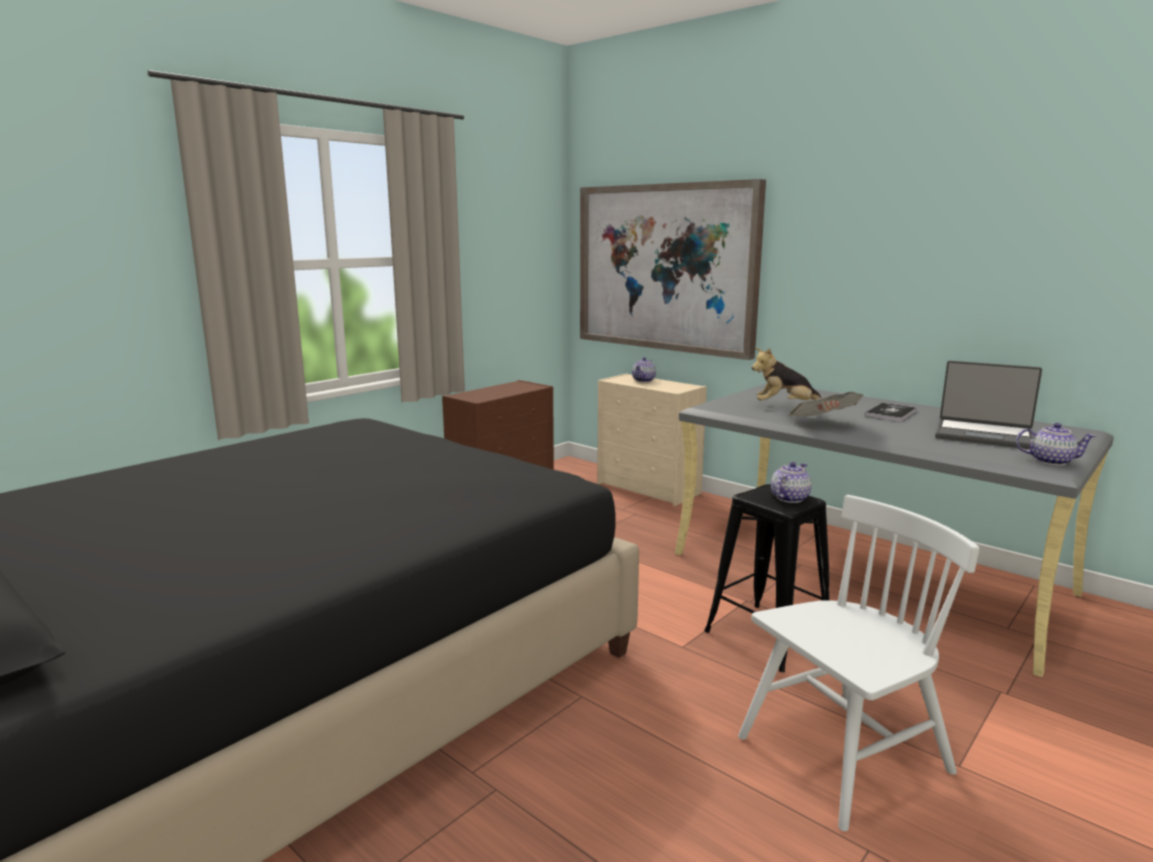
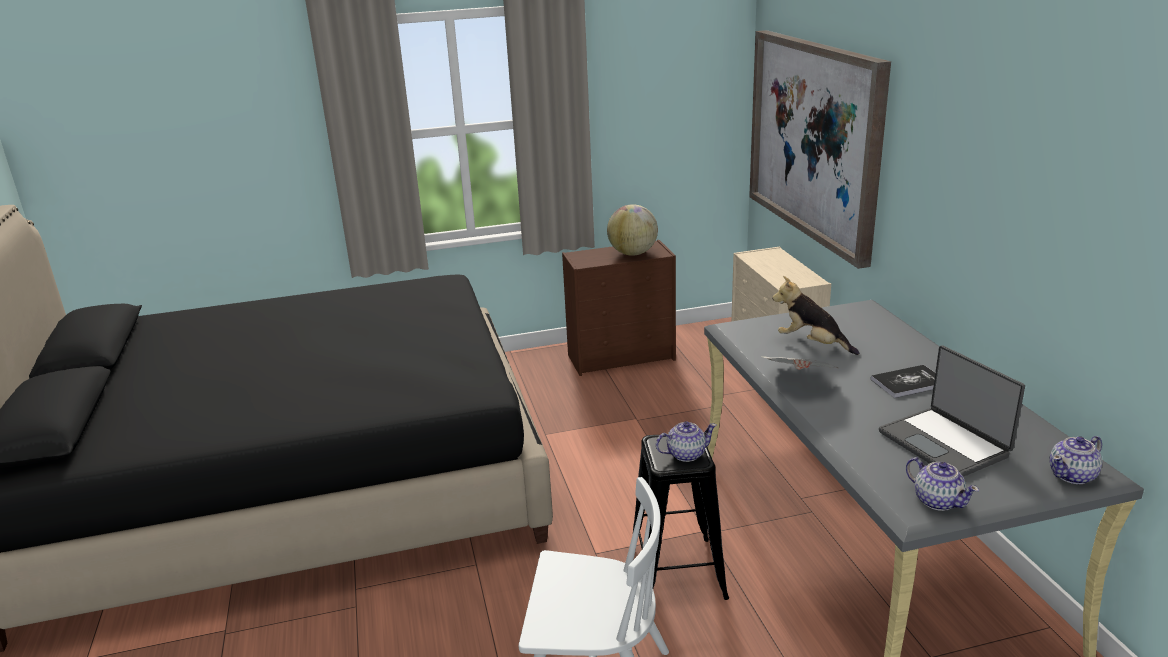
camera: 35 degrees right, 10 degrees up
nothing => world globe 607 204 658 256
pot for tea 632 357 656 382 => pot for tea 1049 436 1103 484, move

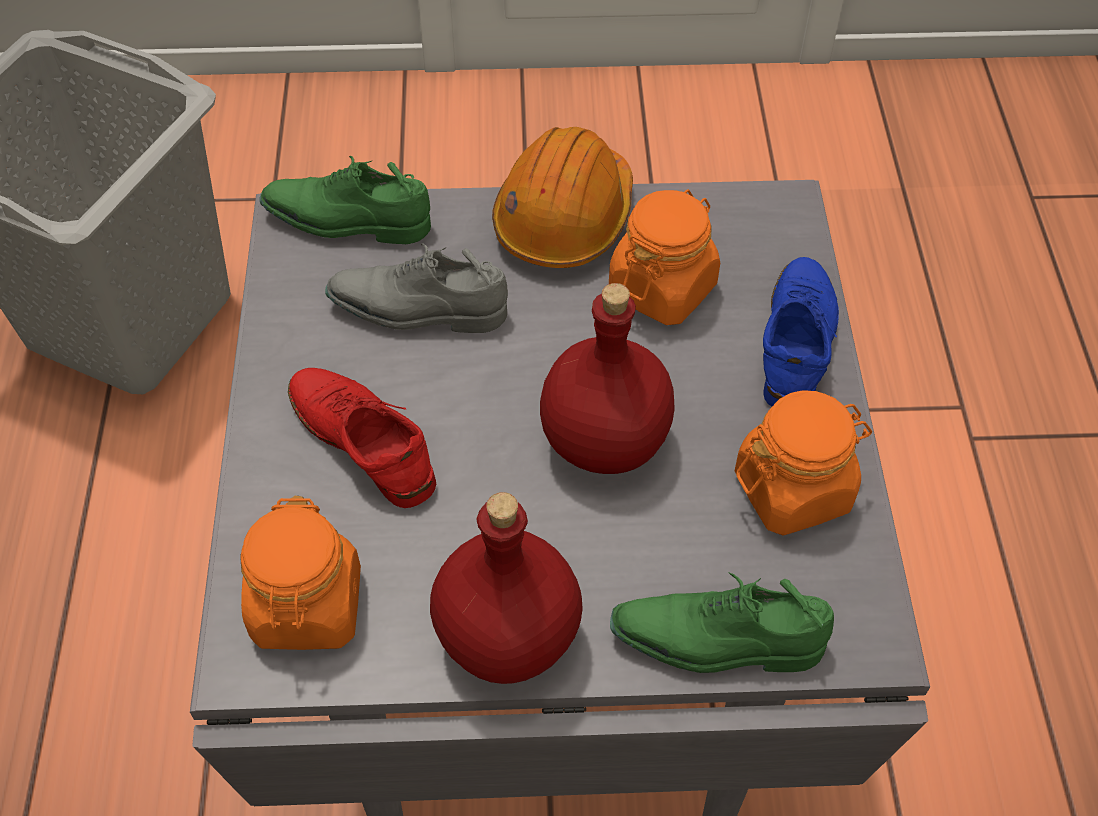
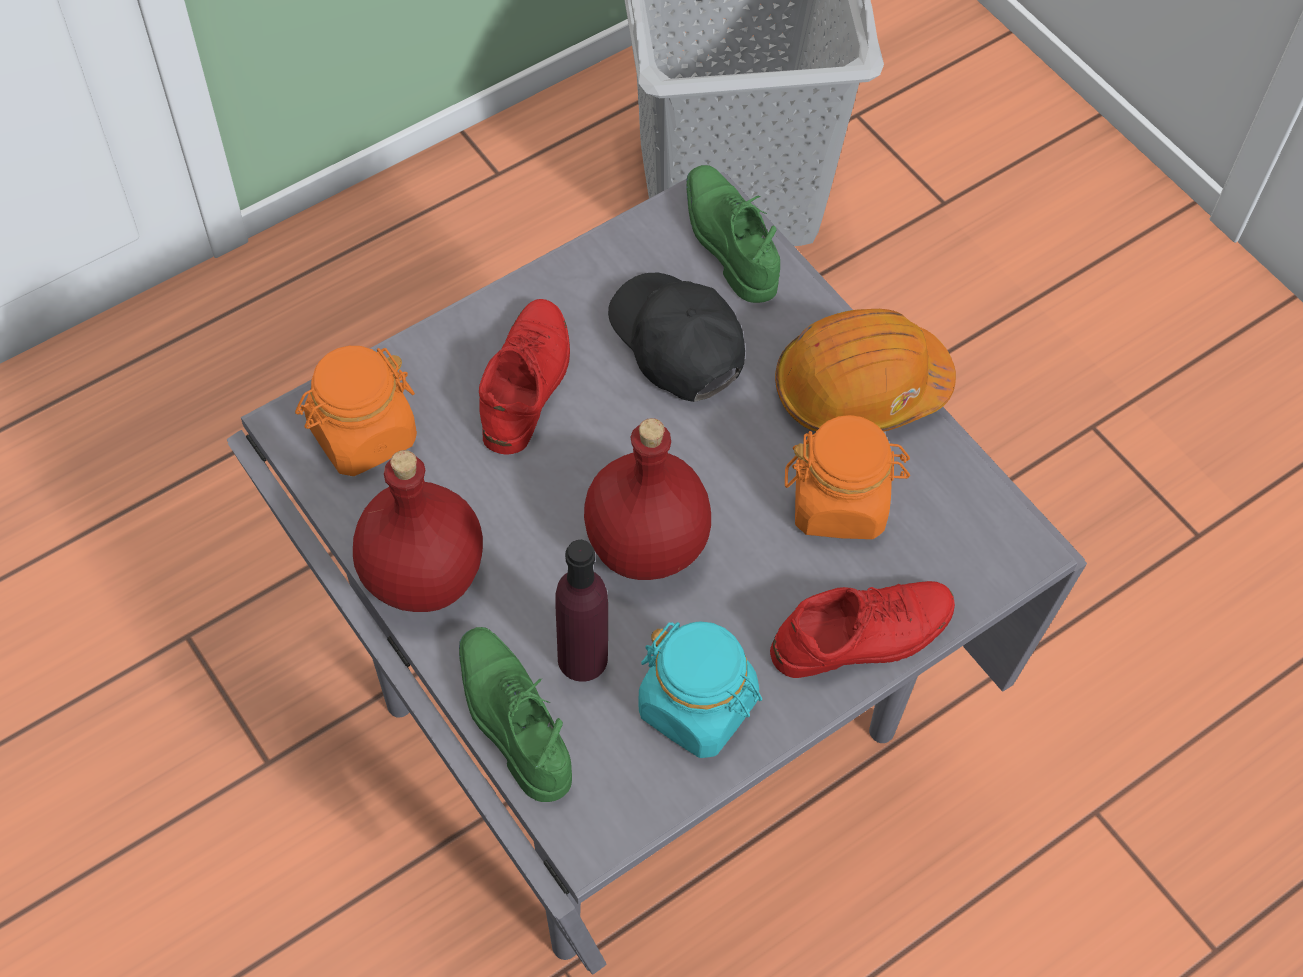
camera: 55 degrees right, 5 degrees up
nothing => purple beverage bottle 555 540 608 682
gray low shoe 325 243 508 333 => black-coloured peaked cap 608 273 745 402
orange preserve jar 735 390 872 535 => blue-green preserve jar 638 621 762 758
blue low shoe 763 257 839 406 => red-coloured low shoe 770 581 955 678

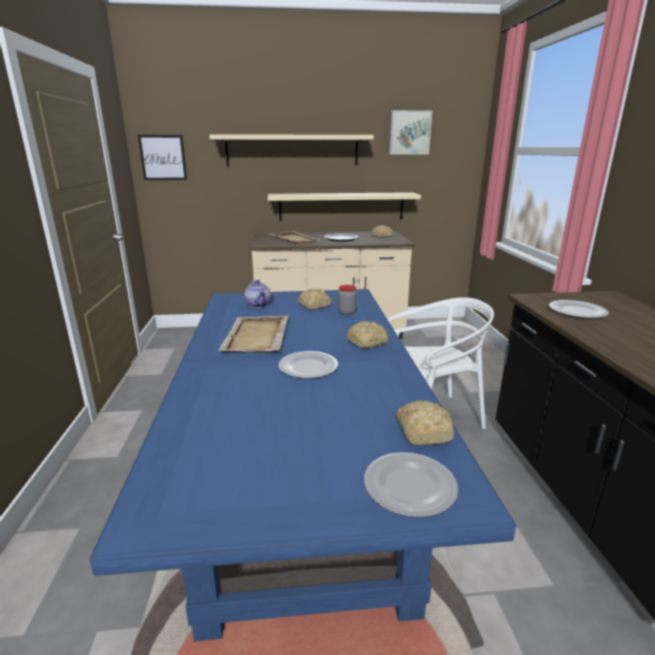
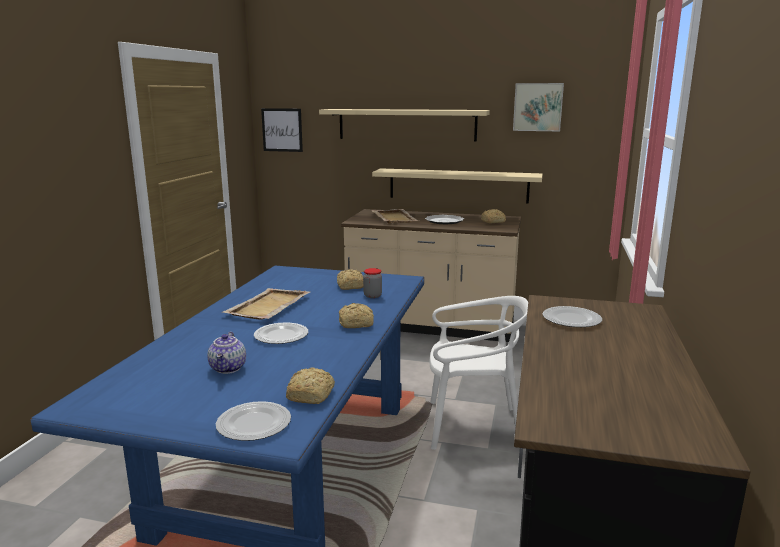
camera: 20 degrees right, 5 degrees down
pot for tea 244 280 271 308 => pot for tea 207 332 246 374, move

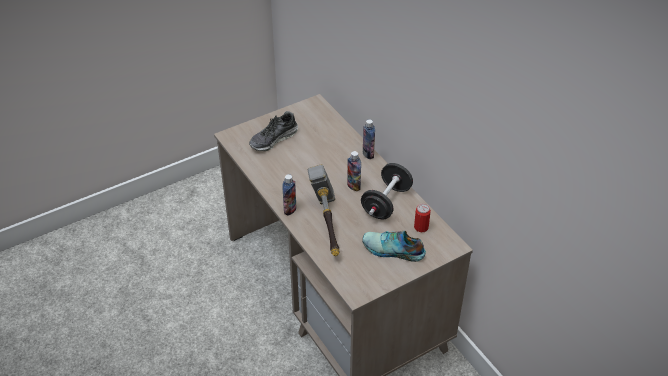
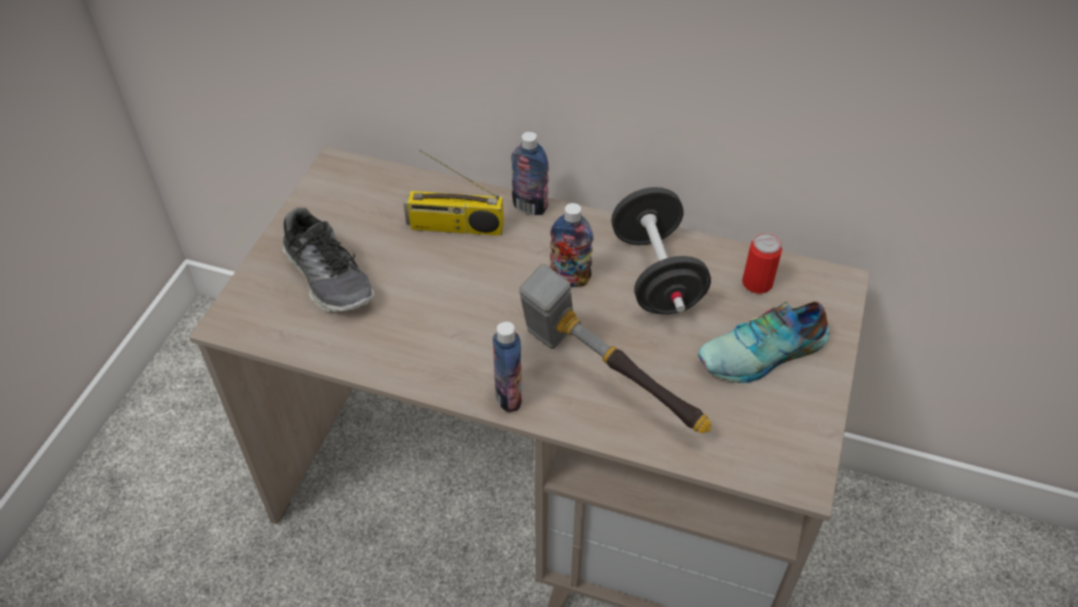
camera: 40 degrees left, 5 degrees up
nothing => radio receiver 403 150 504 236
low shoe 249 111 298 151 => low shoe 283 207 374 312, 45 degrees counterclockwise

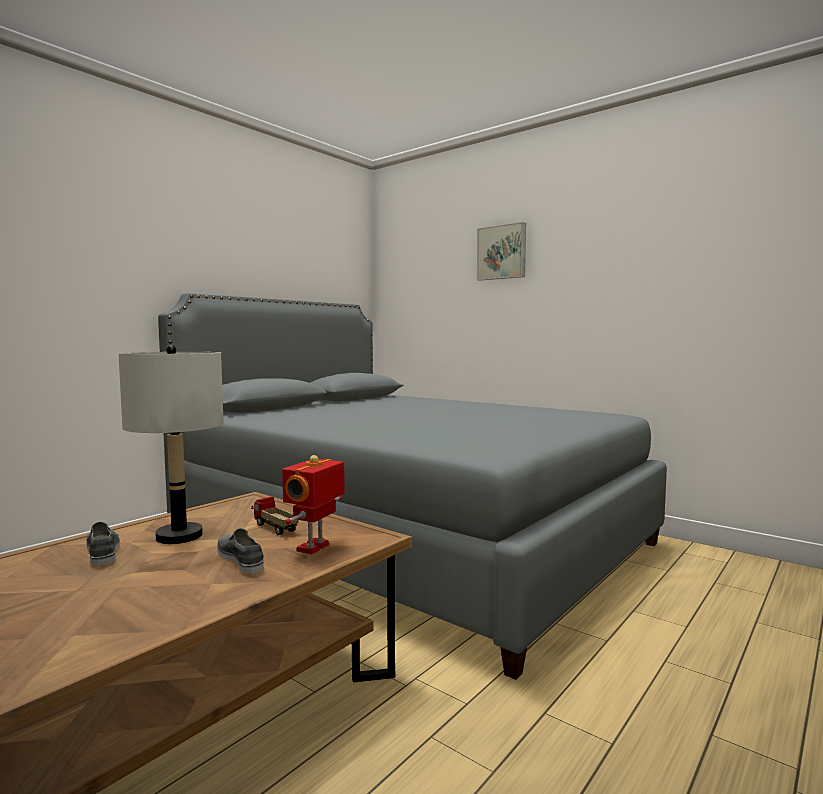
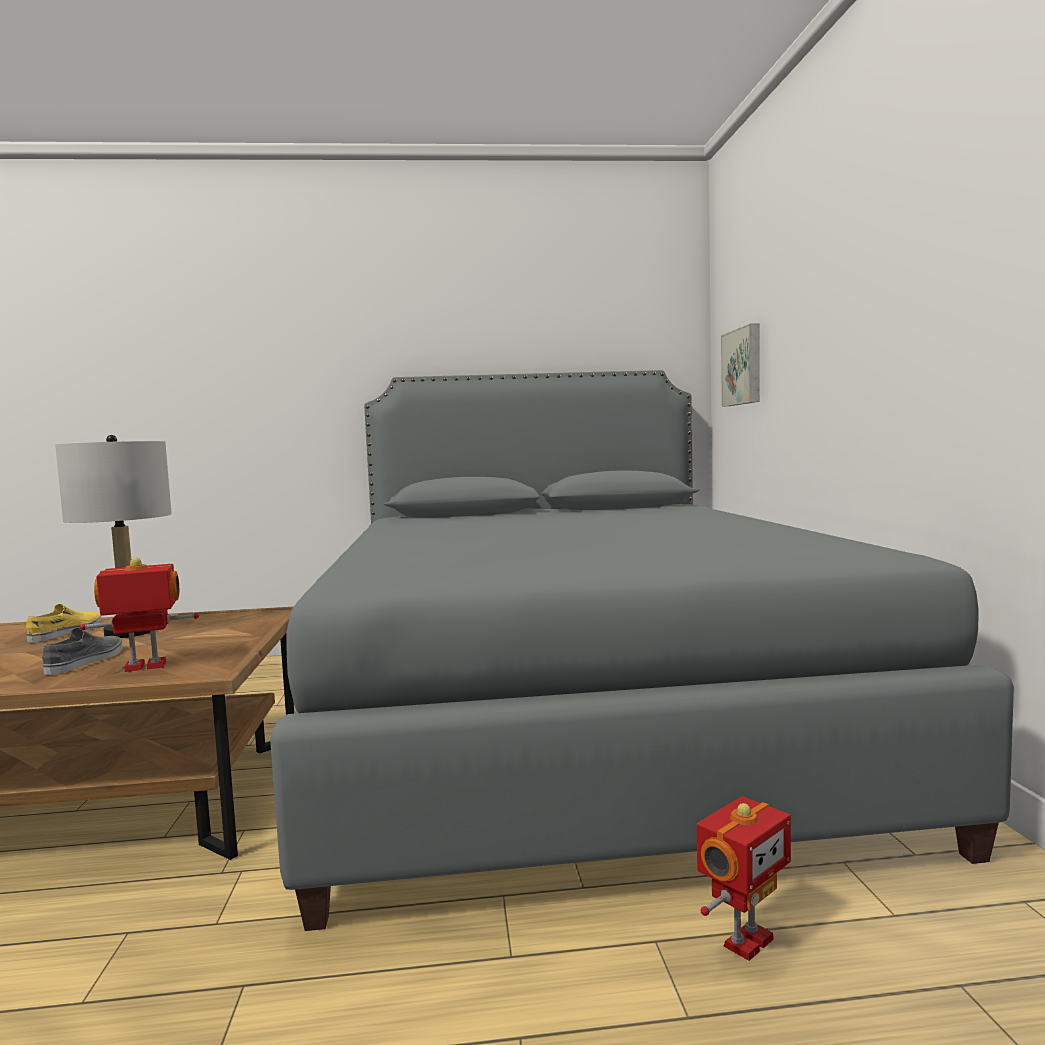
camera: 45 degrees right, 0 degrees up
toy truck 251 497 299 535 => nothing
nothing => robot figure 697 796 791 961
wall art 477 222 526 281 => wall art 721 323 760 406, move
gray low shoe 86 522 120 566 => yellow low shoe 26 604 102 642

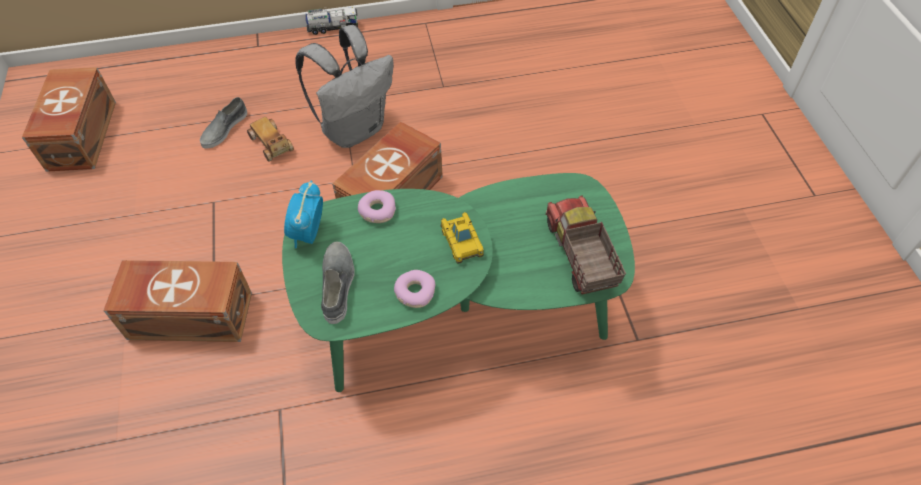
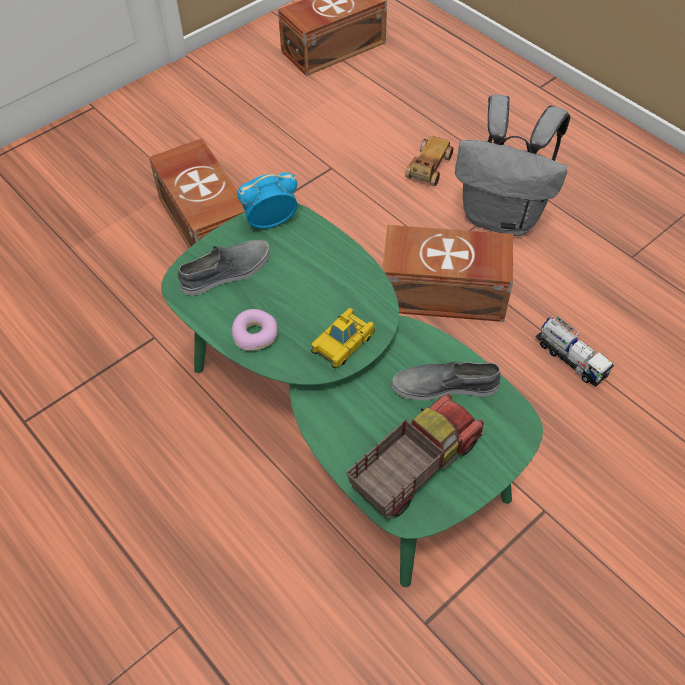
camera: 60 degrees right, 0 degrees up
ring doughnut 358 190 396 223 => nothing
gray low shoe 200 97 247 149 => gray low shoe 392 361 501 401, move
toy truck 306 7 358 35 => toy truck 536 316 614 387, move

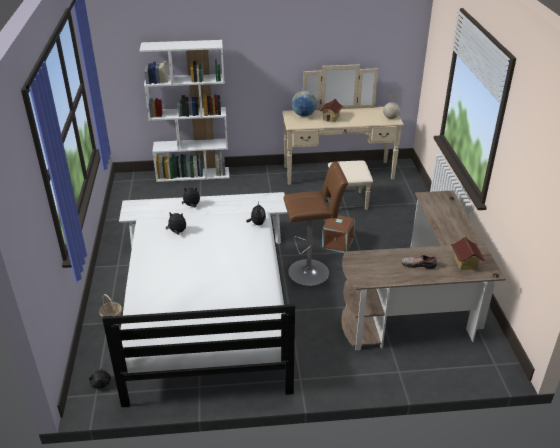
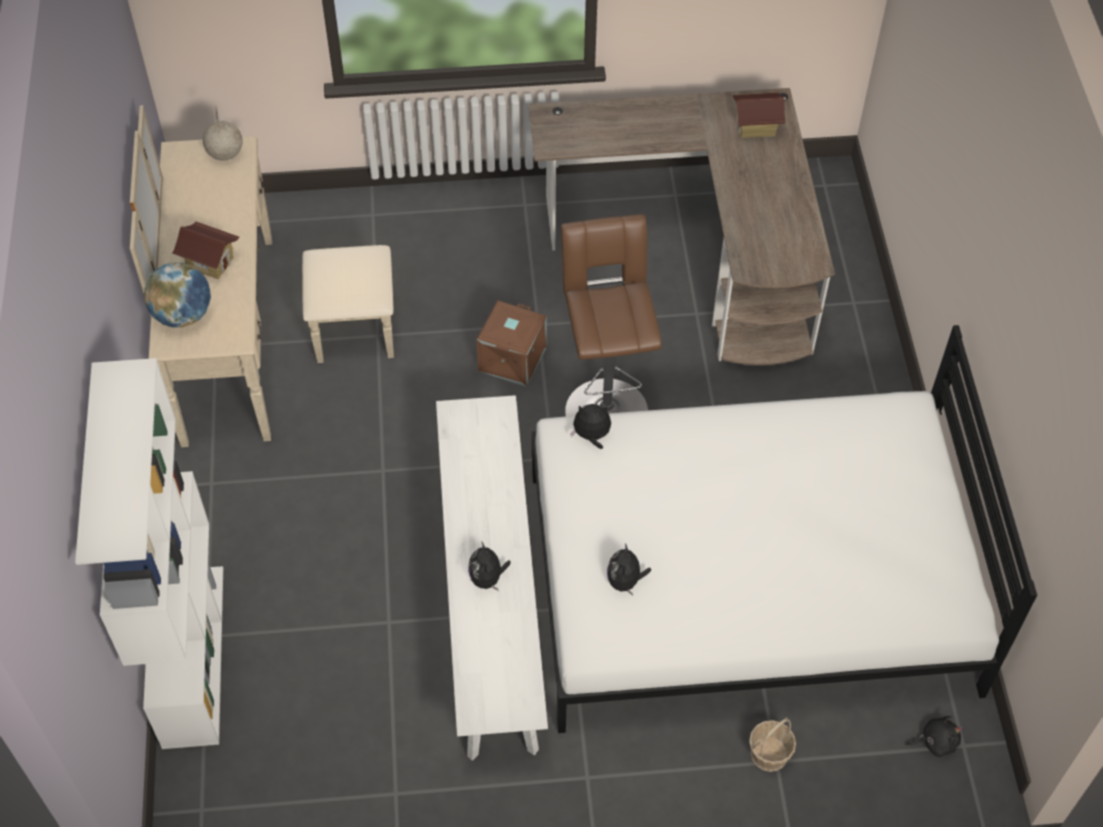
camera: 90 degrees left, 20 degrees up
low shoe 401 255 437 269 => nothing

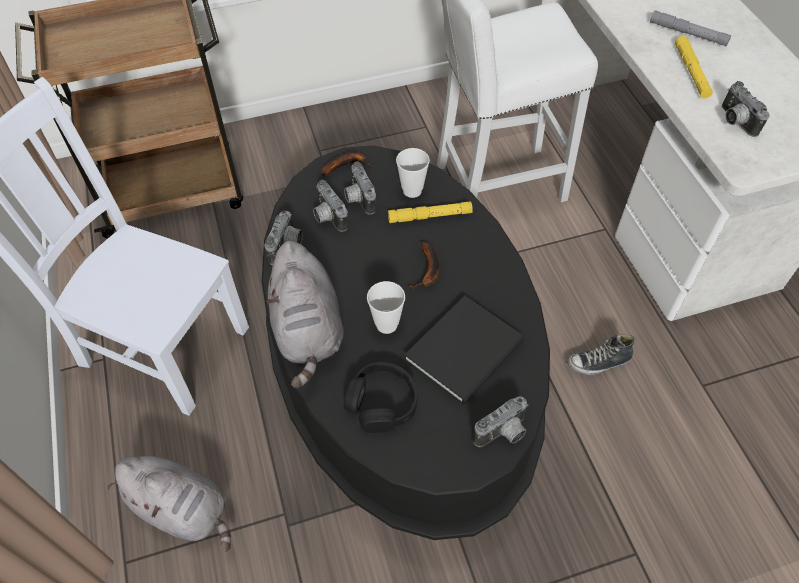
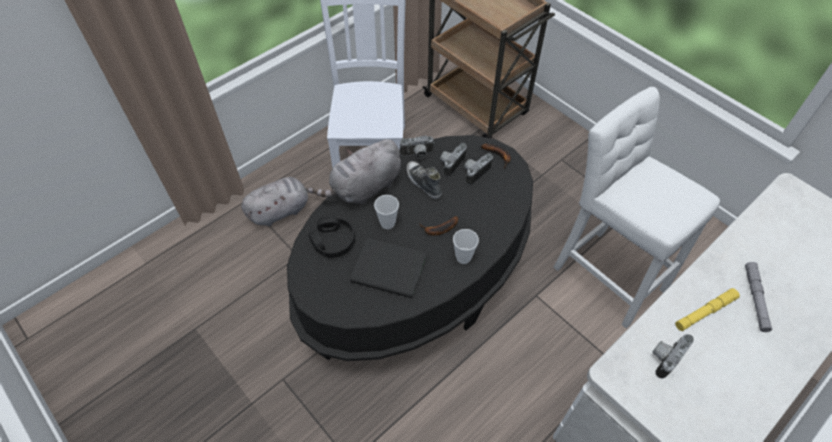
camera: 65 degrees right, 0 degrees up
yellow torch 388 201 473 223 => nothing
still camera 473 397 529 447 => nothing
small cup 396 148 430 198 => small cup 453 229 479 264, move
low shoe 567 334 635 375 => low shoe 406 161 442 199, move
gray soft toy 107 456 231 552 => gray soft toy 241 177 314 227, 120 degrees counterclockwise

